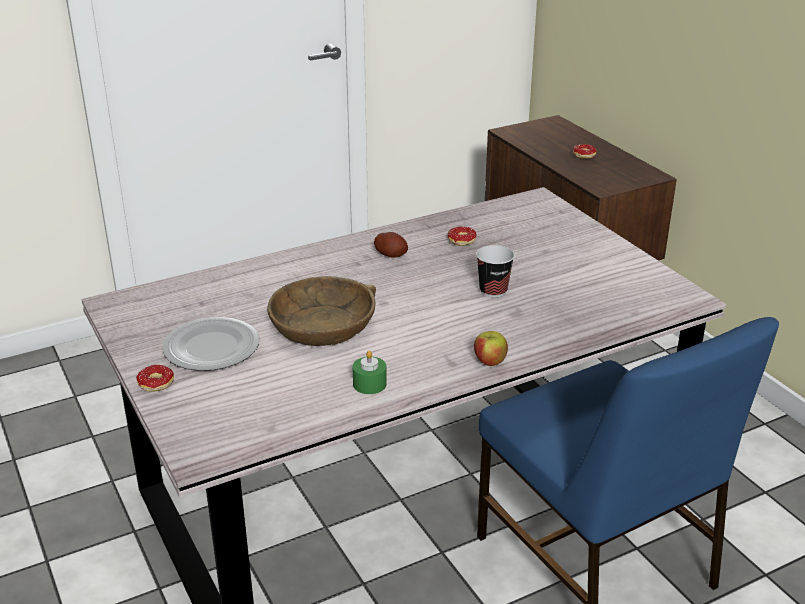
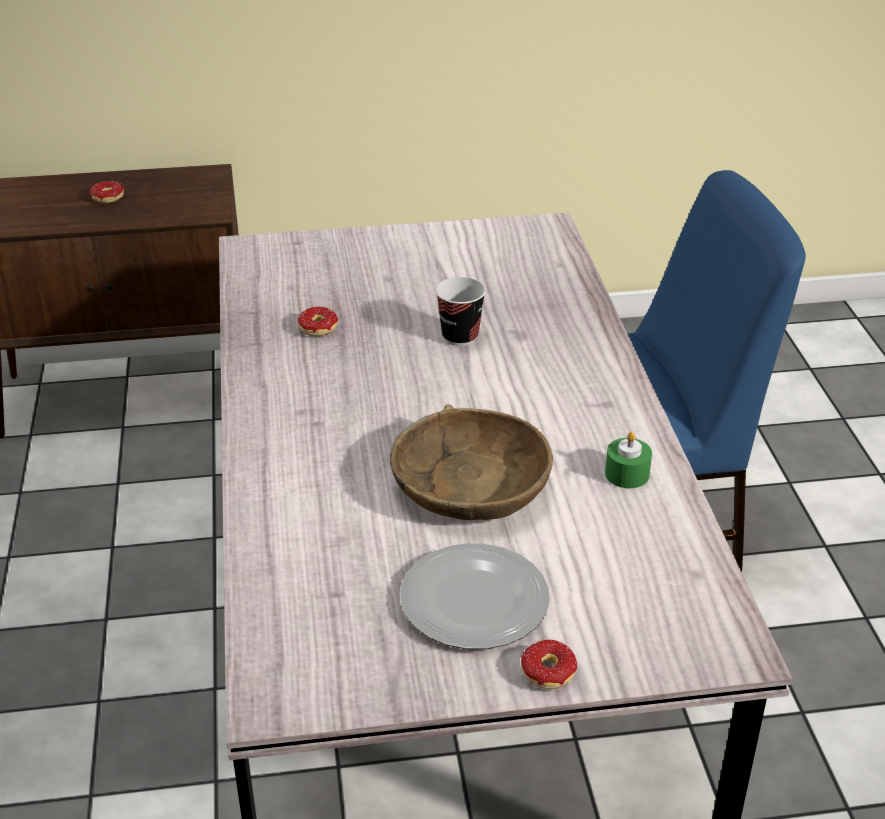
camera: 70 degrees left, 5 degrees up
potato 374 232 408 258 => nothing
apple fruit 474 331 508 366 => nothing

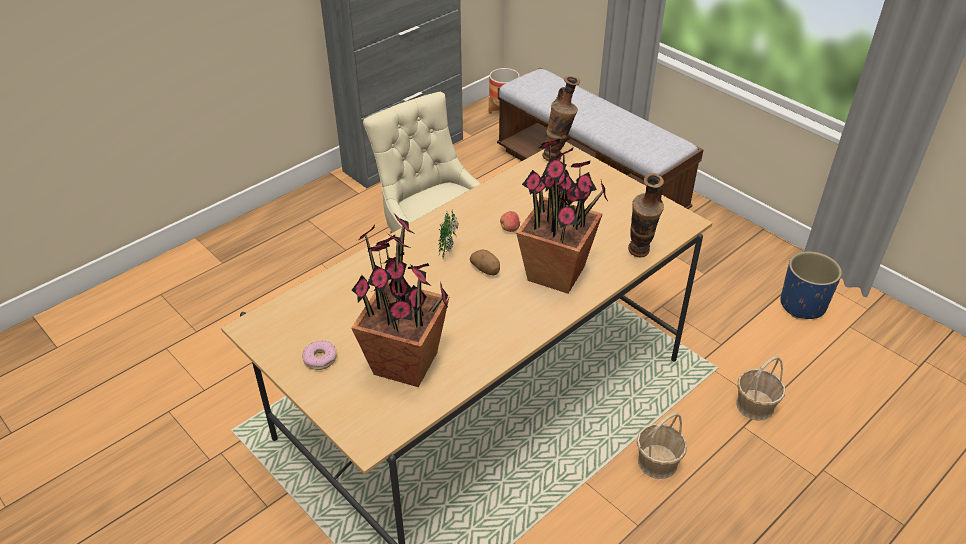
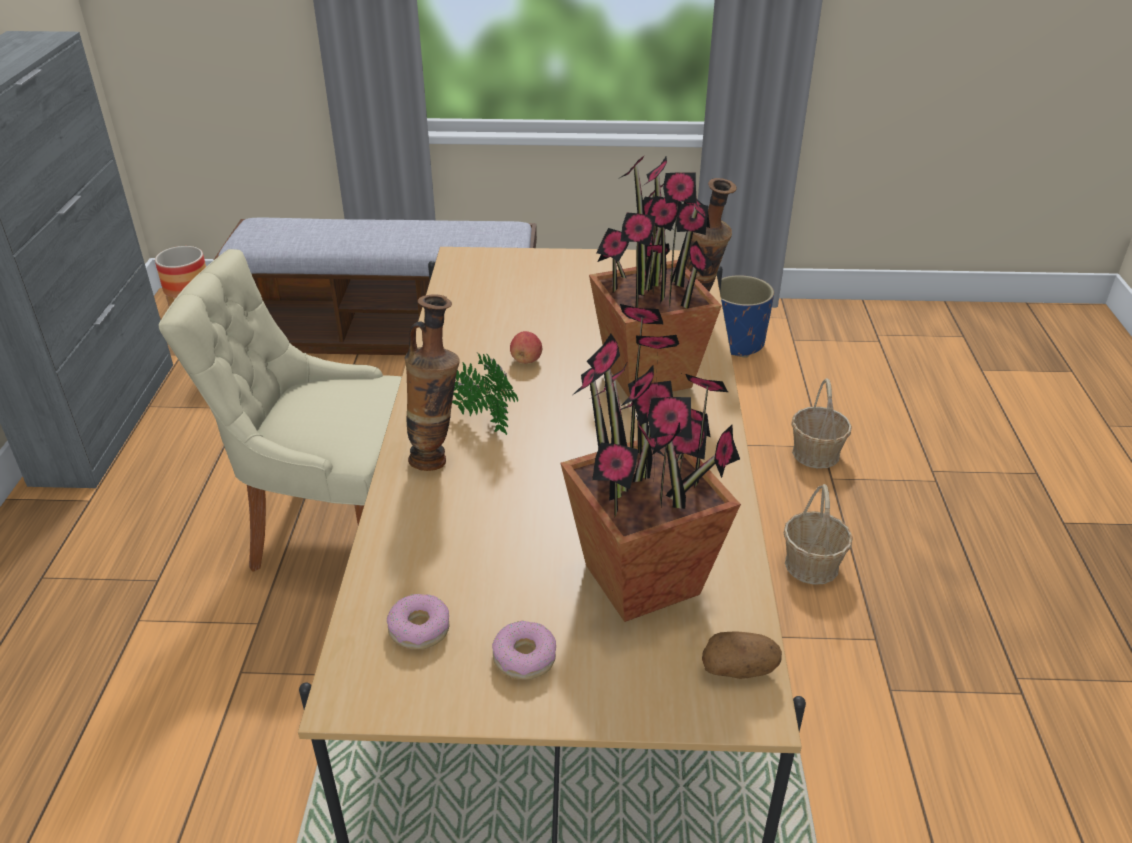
camera: 45 degrees left, 5 degrees down
nothing => ring doughnut 387 594 450 650
potato 470 249 500 275 => potato 702 631 782 679, move
decorative vase 542 76 580 161 => decorative vase 405 294 460 471, move

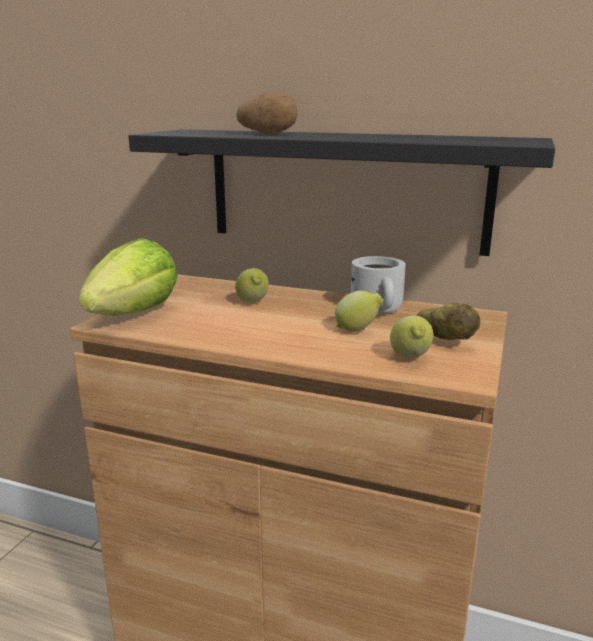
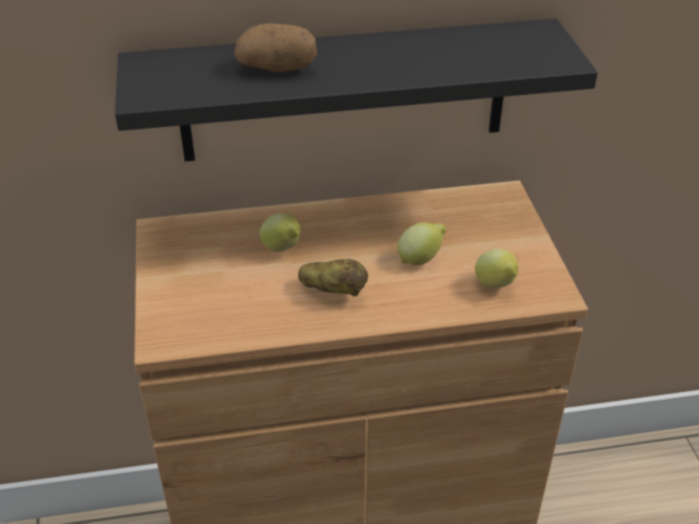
camera: 30 degrees left, 20 degrees up
lettuce 79 238 178 316 => nothing
white mug 351 256 406 314 => nothing
potato 417 303 480 340 => potato 298 259 368 296, move

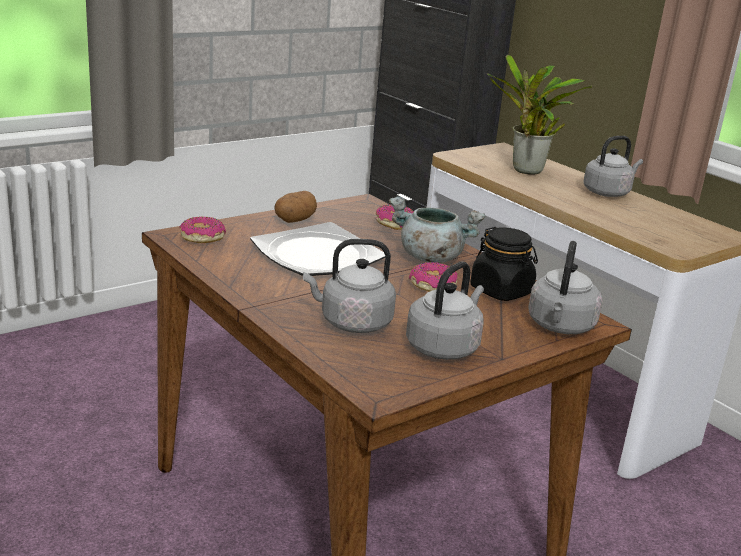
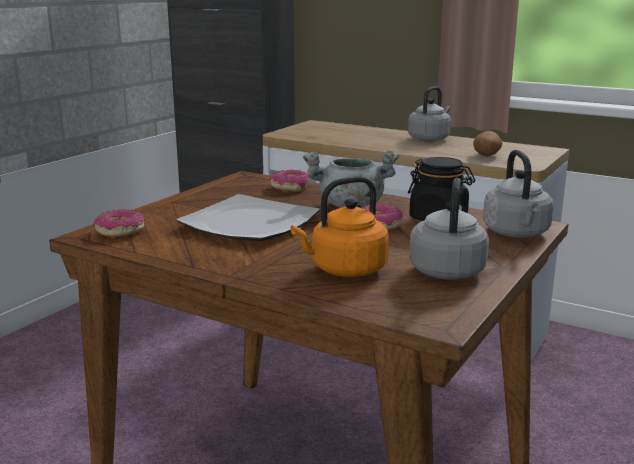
camera: 20 degrees left, 5 degrees down
houseplant 487 55 592 175 => nothing
potato 274 191 317 223 => potato 473 131 502 157, move
gray kettle 303 239 396 333 => orange kettle 290 176 389 277

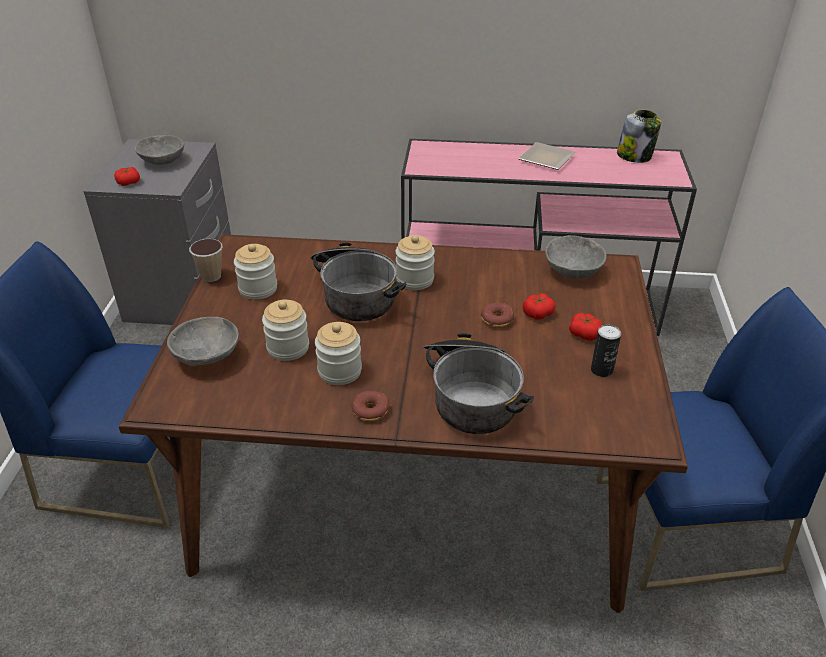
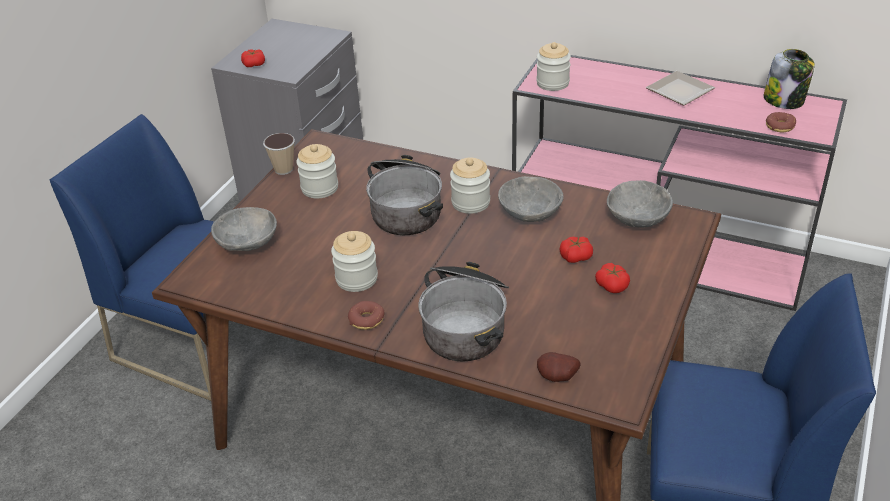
camera: 20 degrees right, 0 degrees up
metal can 591 324 621 377 => nothing
nothing => potato 537 352 580 382
gray deep dish 135 135 184 165 => gray deep dish 498 176 564 222, move
preserve jar 262 300 309 361 => preserve jar 536 42 571 91, move
ring doughnut 481 303 514 327 => ring doughnut 766 112 796 132, move

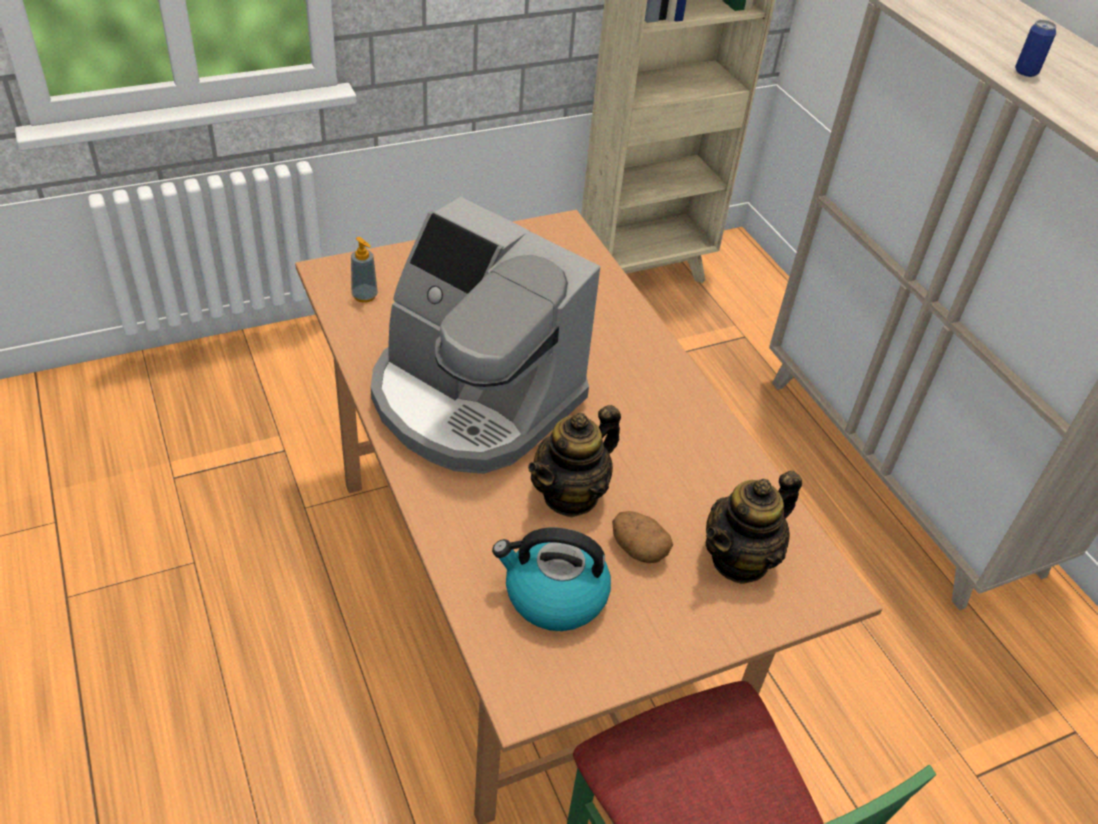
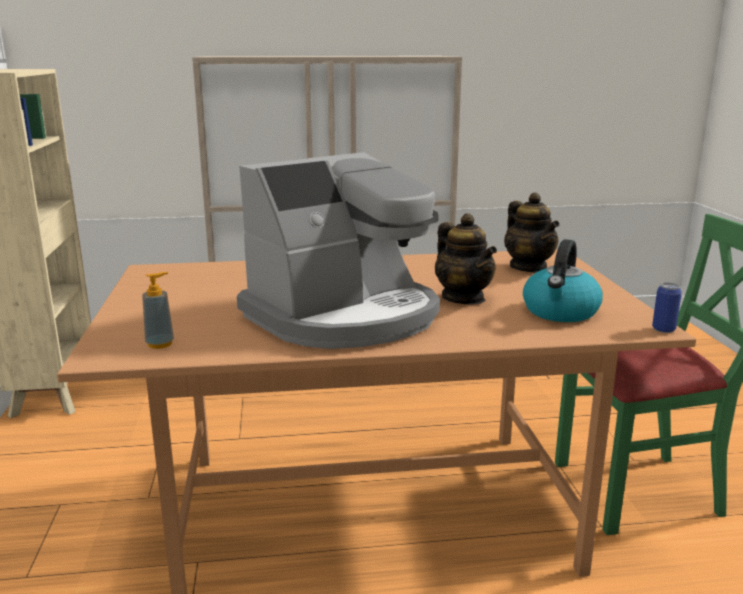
camera: 70 degrees left, 25 degrees down
potato 612 511 673 563 => nothing
metal can 1015 20 1056 77 => metal can 652 282 682 333, move

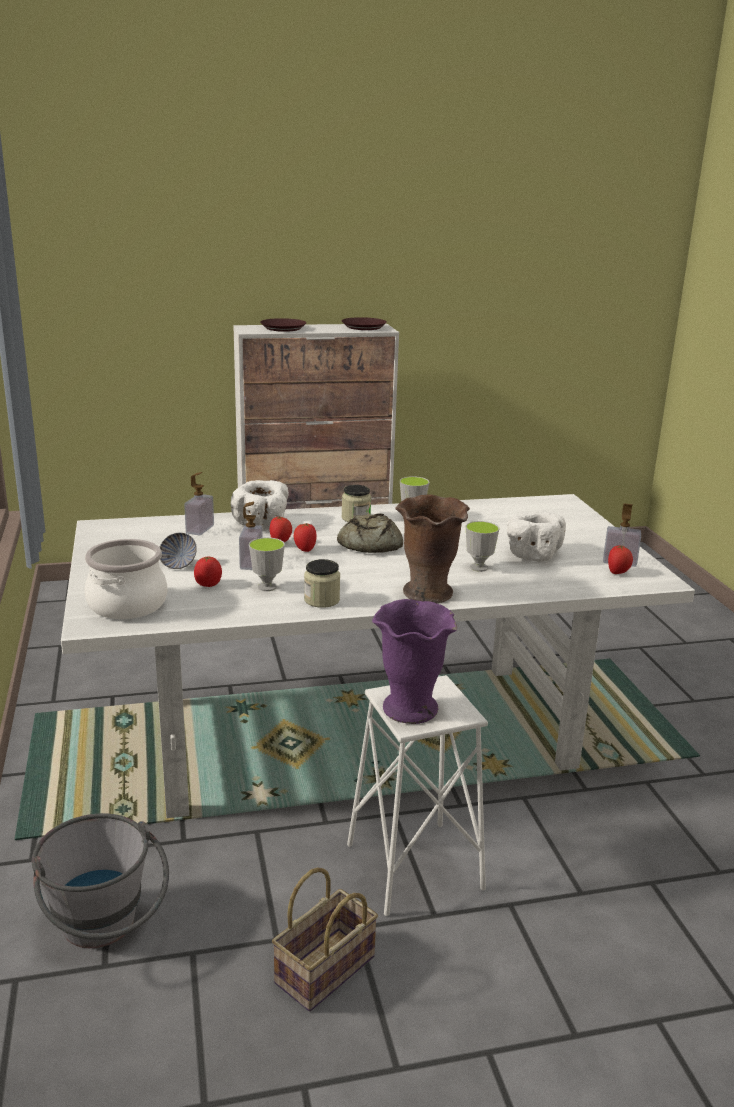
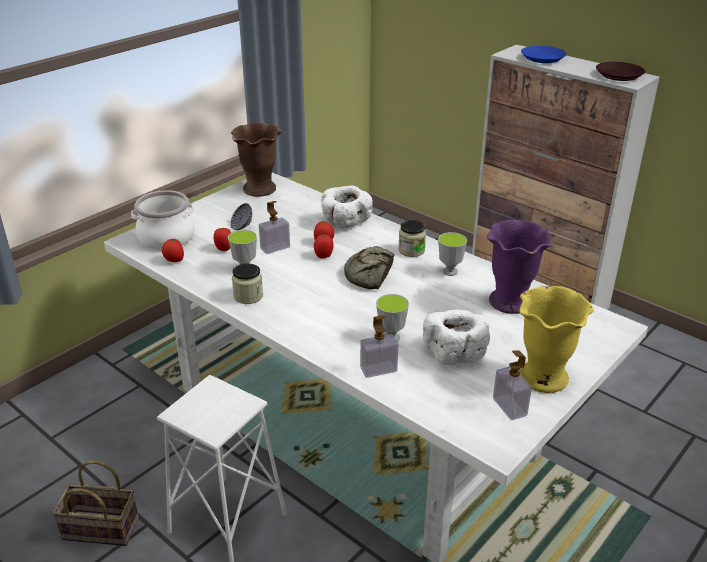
camera: 55 degrees right, 10 degrees up
gray pail 32 813 169 948 => nothing
nothing => yellow decorative vase 519 286 594 393
soap dispenser 184 472 214 535 => soap dispenser 360 315 398 378, move
purple decorative vase 372 599 457 724 => purple decorative vase 487 220 552 314, move
brown-coloured decorative vase 396 494 470 603 => brown-coloured decorative vase 231 122 282 197, move
tomato 608 545 633 574 => tomato 162 238 184 262, move
brown-coloured plate 260 318 306 332 => blue plate 521 46 567 63

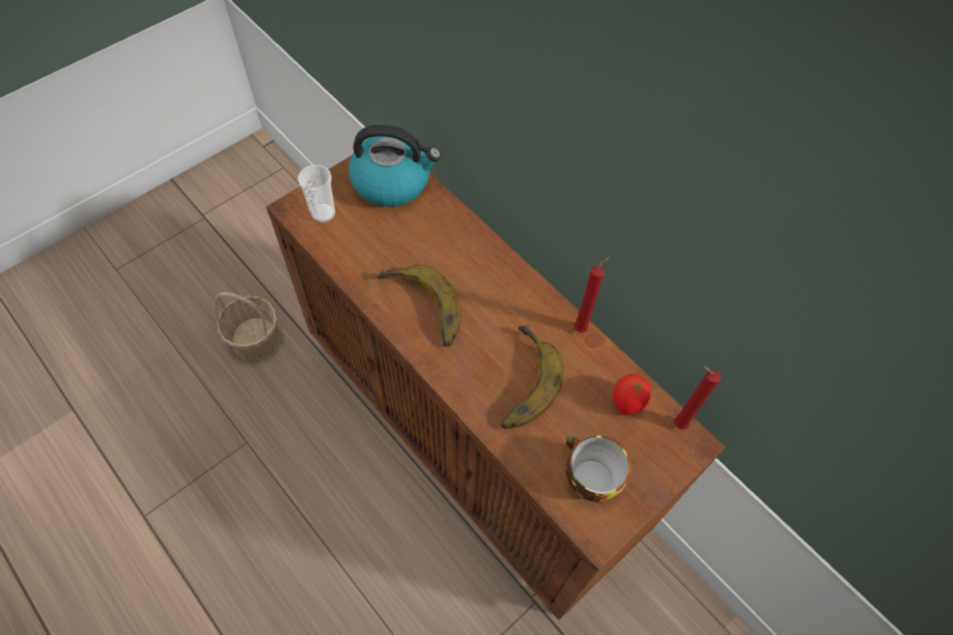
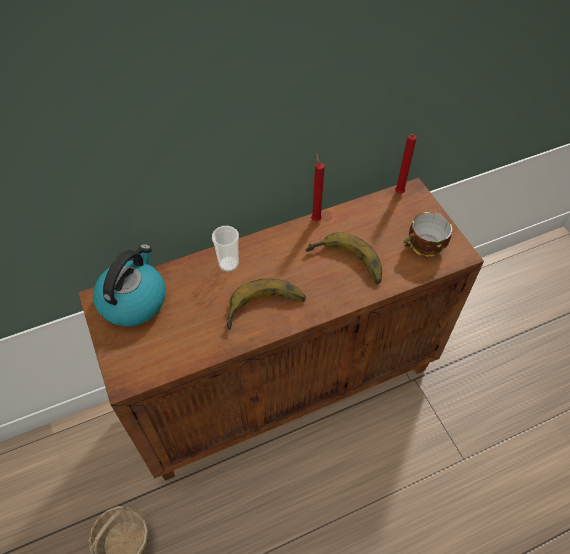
camera: 70 degrees left, 5 degrees down
tomato 613 374 651 416 => nothing
small cup 298 165 335 222 => small cup 212 226 239 272, move

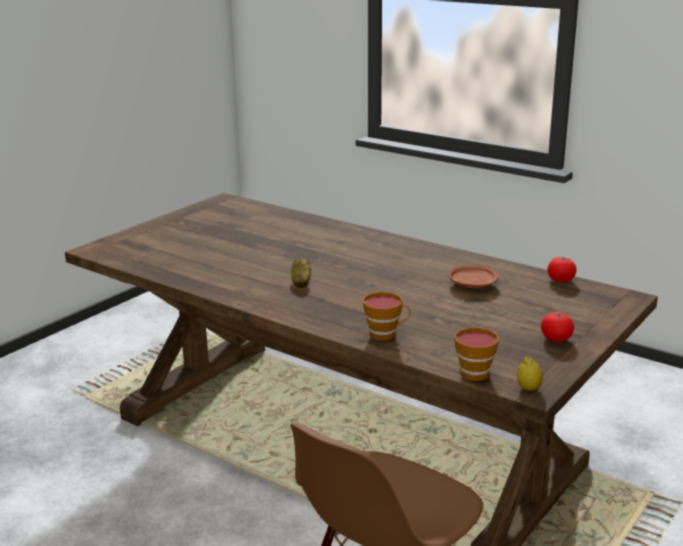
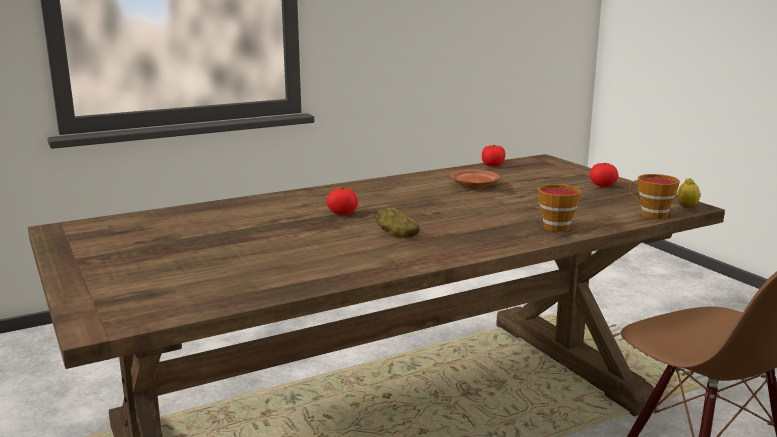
camera: 65 degrees left, 5 degrees down
nothing => tomato 327 188 358 215

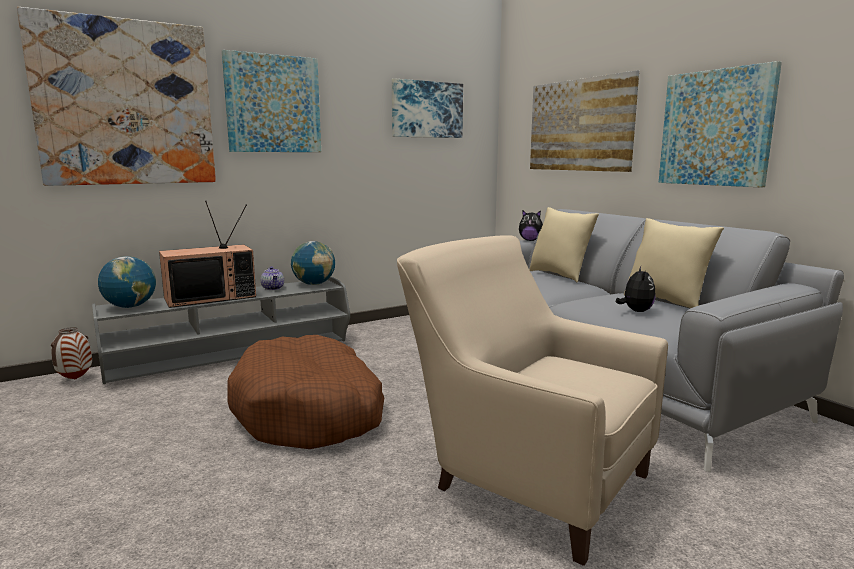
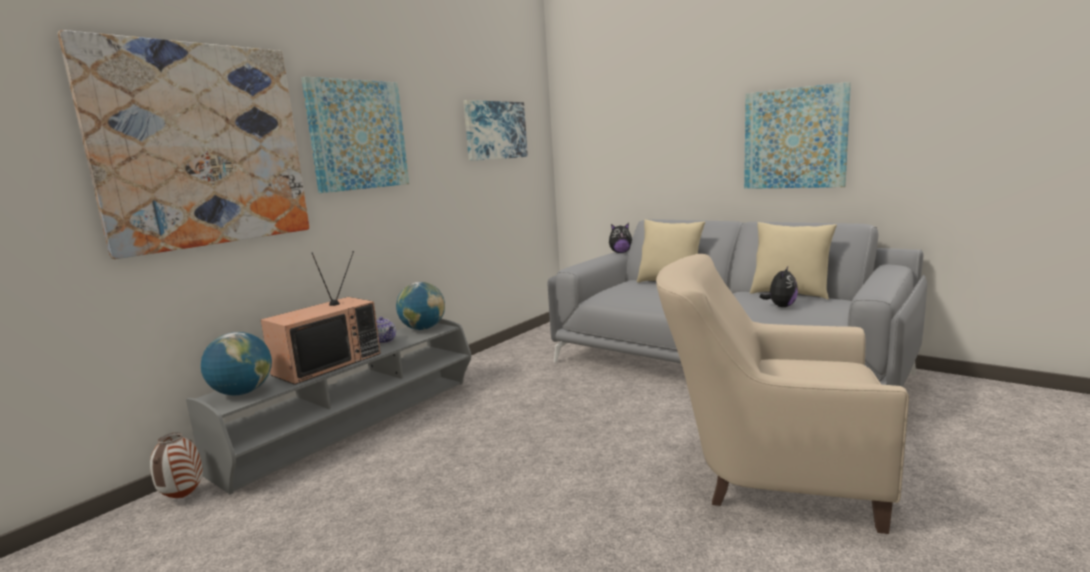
camera: 20 degrees left, 0 degrees up
brown-coloured dog bed 227 335 384 449 => nothing
wall art 530 70 639 172 => nothing
soft toy 616 266 656 312 => soft toy 760 267 798 307, 45 degrees clockwise

